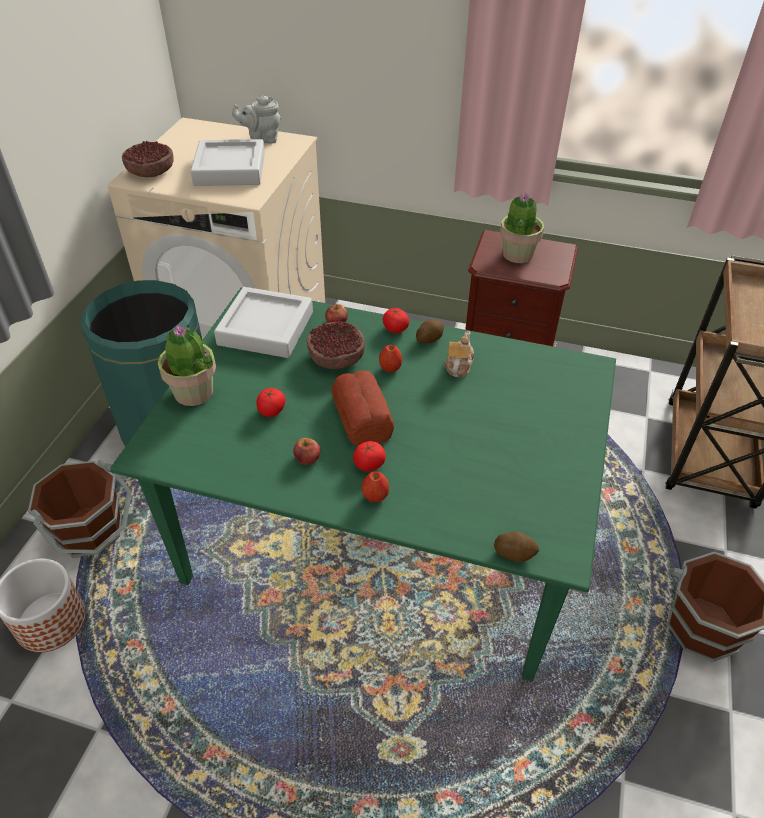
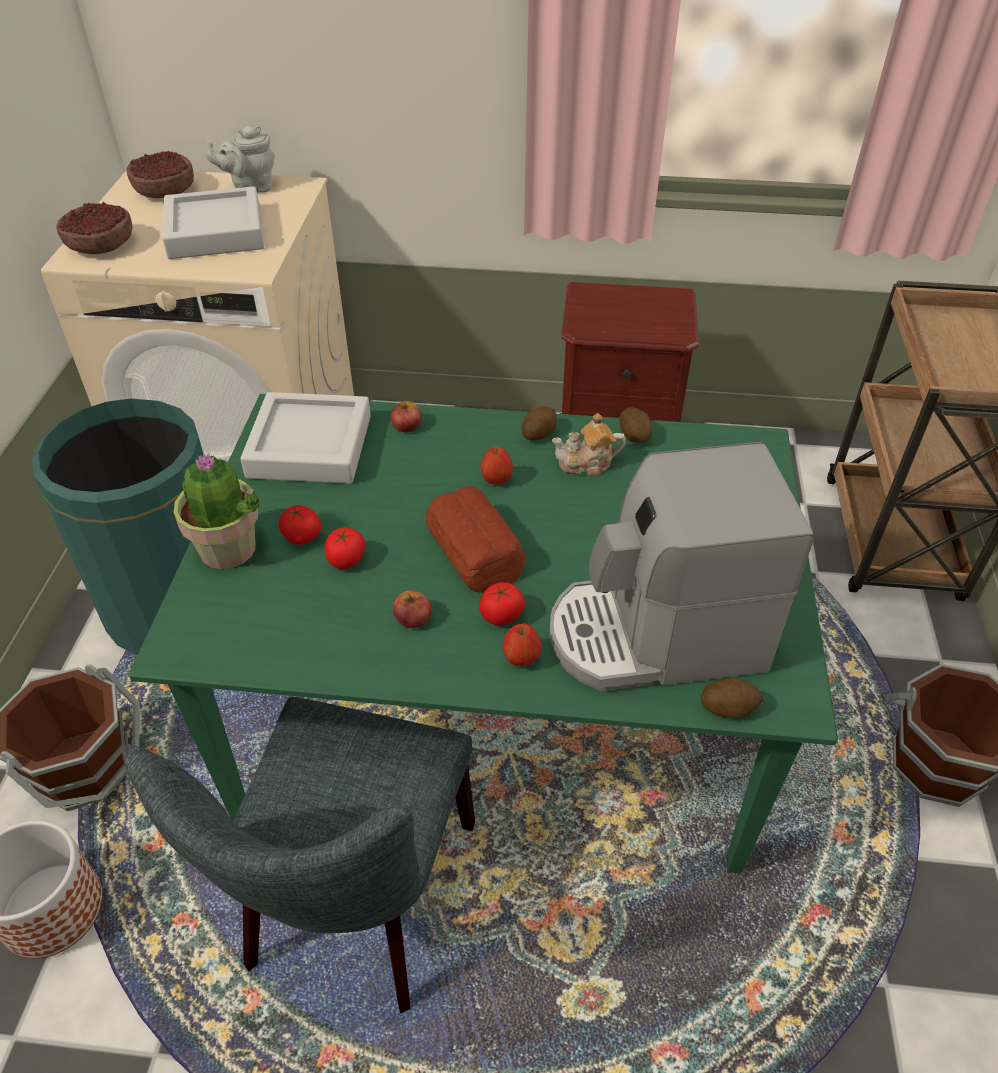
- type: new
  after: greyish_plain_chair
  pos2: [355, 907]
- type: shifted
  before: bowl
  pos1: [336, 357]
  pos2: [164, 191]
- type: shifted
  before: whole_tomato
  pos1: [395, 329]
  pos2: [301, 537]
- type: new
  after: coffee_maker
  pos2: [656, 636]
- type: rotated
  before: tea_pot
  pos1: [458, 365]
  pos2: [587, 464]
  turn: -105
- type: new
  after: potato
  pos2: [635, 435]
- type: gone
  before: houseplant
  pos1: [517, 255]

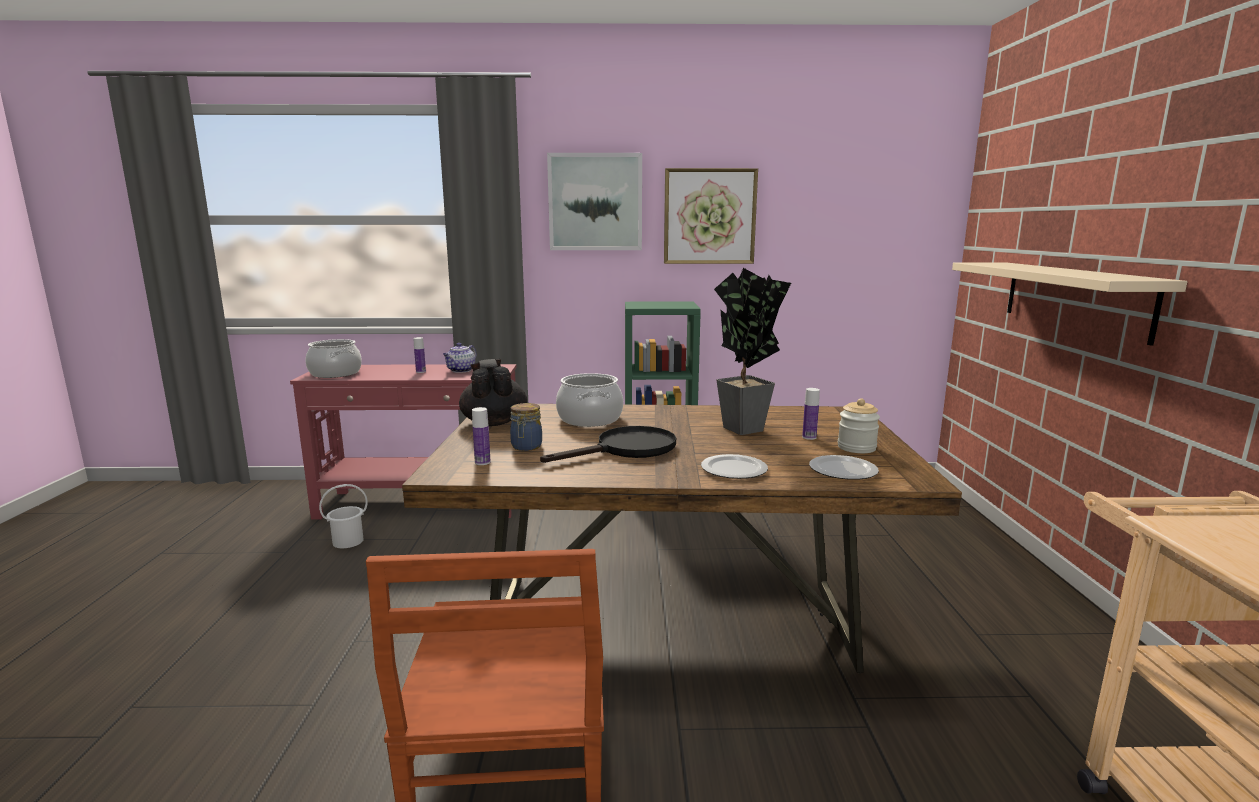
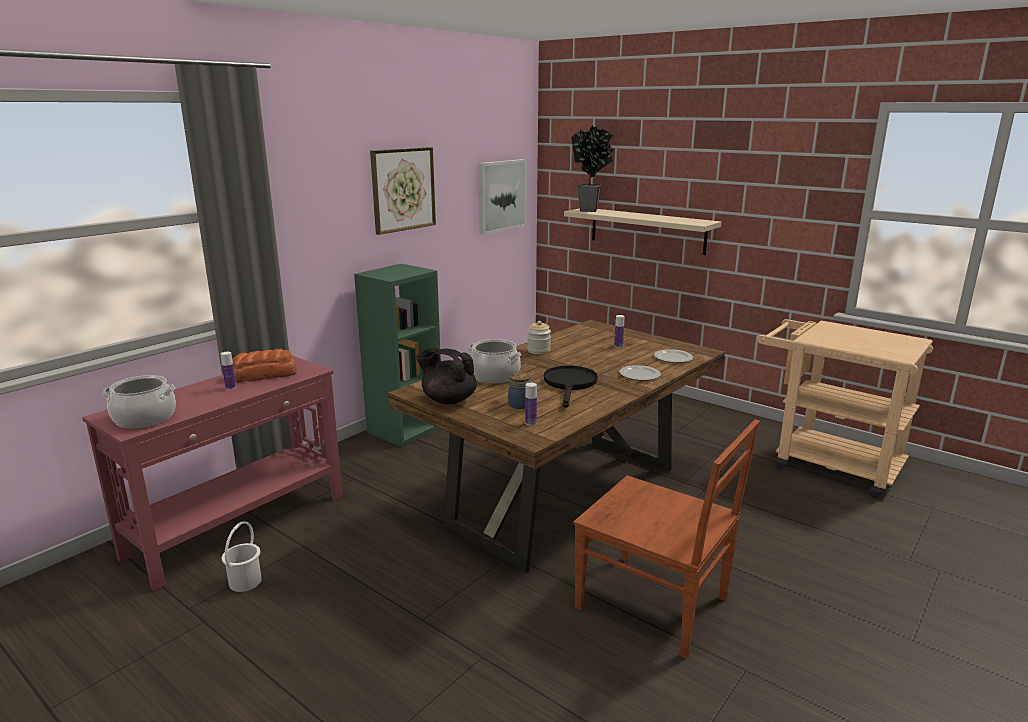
- type: swapped
  before: tea_pot
  after: bakery_bread
  pos1: [461, 370]
  pos2: [265, 375]
- type: shifted
  before: wall_art
  pos1: [595, 202]
  pos2: [501, 196]
- type: shifted
  before: storage_jar
  pos1: [856, 448]
  pos2: [538, 351]
- type: shifted
  before: houseplant
  pos1: [744, 431]
  pos2: [591, 211]

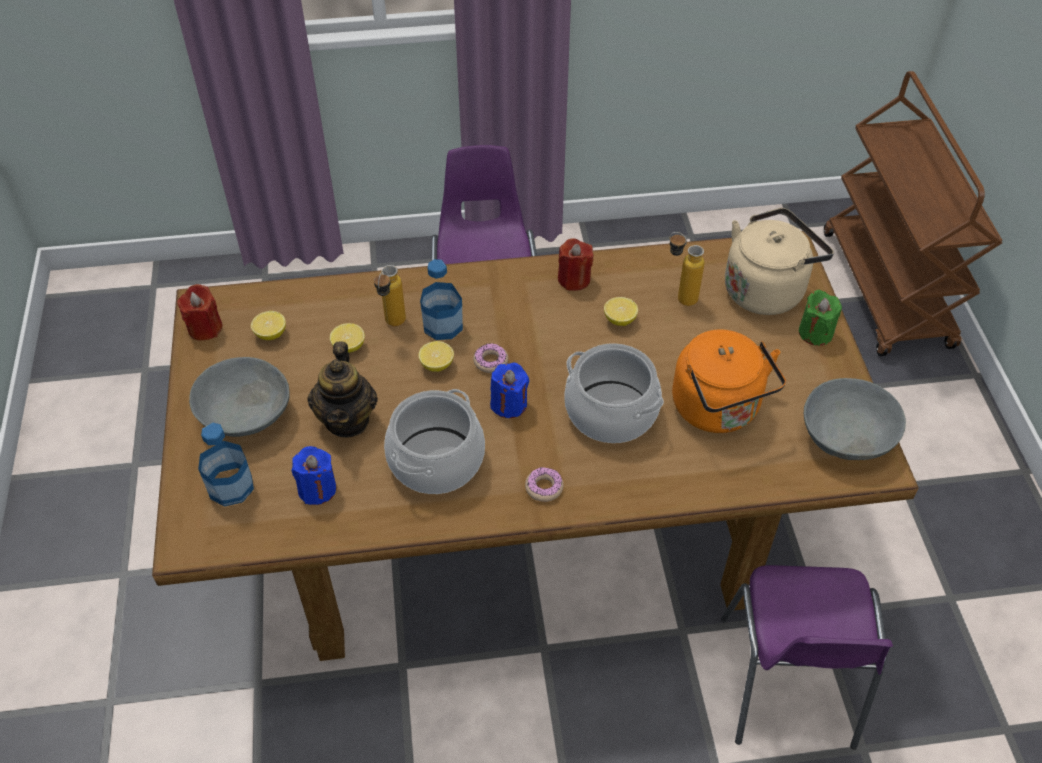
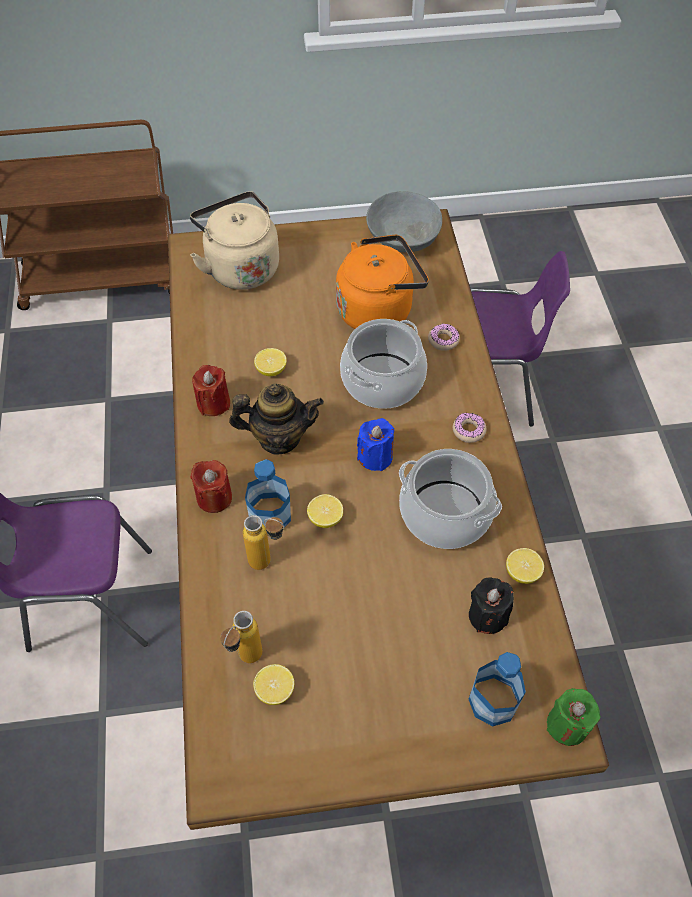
- type: shifted
  before: red-coloured_wax_light
  pos1: [205, 328]
  pos2: [214, 498]
- type: shifted
  before: beverage_bottle
  pos1: [679, 297]
  pos2: [245, 661]
- type: shifted
  before: tea_pot
  pos1: [347, 419]
  pos2: [279, 438]
- type: shifted
  before: ring_doughnut
  pos1: [490, 361]
  pos2: [443, 340]
- type: repainted
  before: bluish_wax_light
  after: black_wax_light
  pos1: [317, 489]
  pos2: [487, 616]
- type: shifted
  before: lemon
  pos1: [349, 347]
  pos2: [522, 573]
- type: shifted
  before: green_wax_light
  pos1: [815, 333]
  pos2: [567, 725]
- type: gone
  before: greyish_bowl
  pos1: [244, 415]

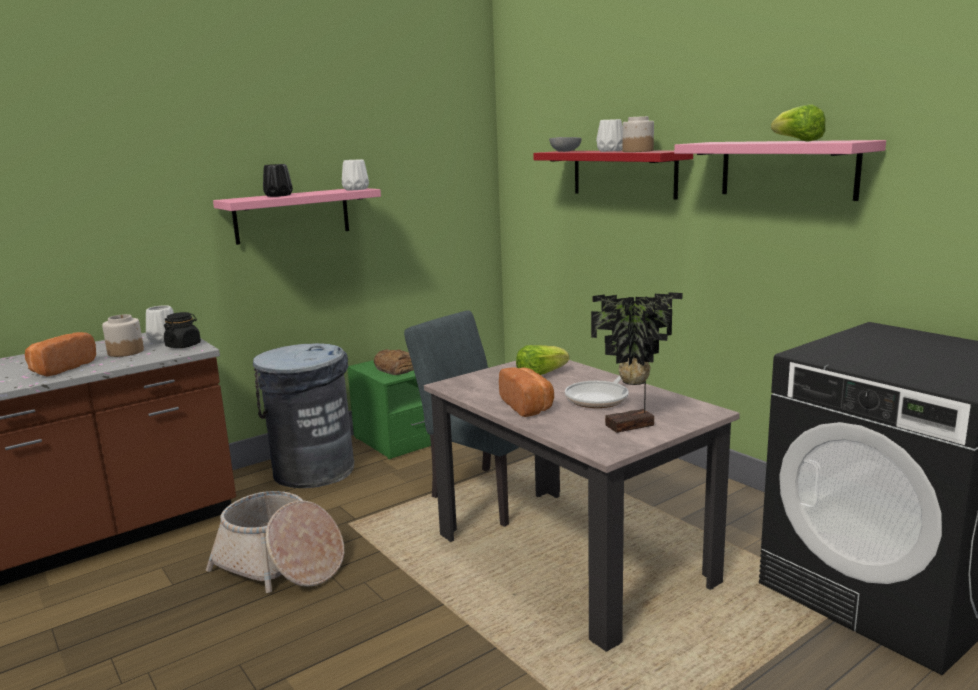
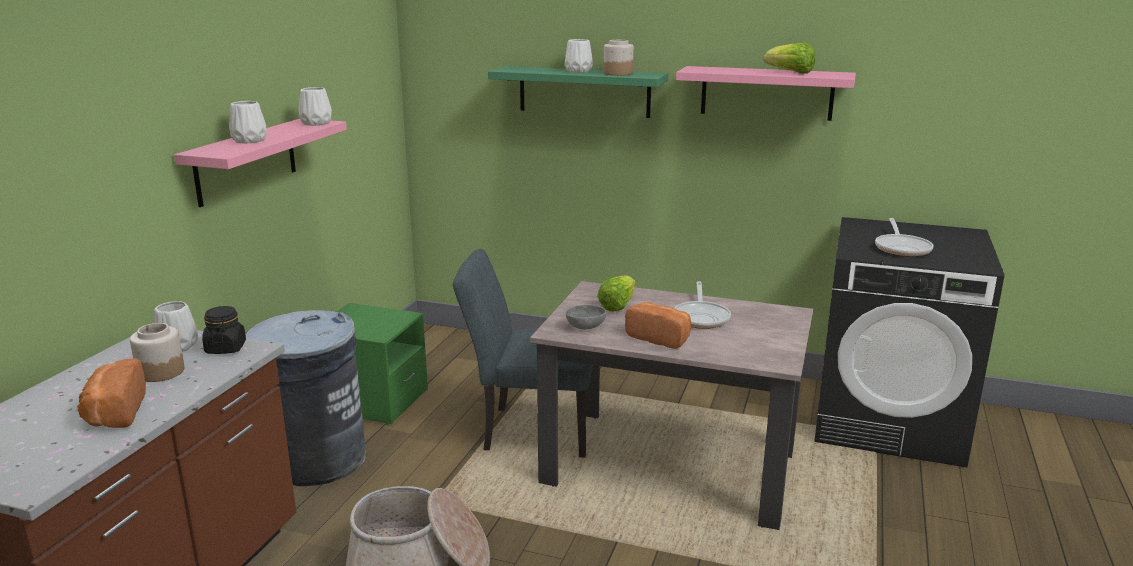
- type: repainted
  before: black_vase
  after: whitish_vase
  pos1: [277, 195]
  pos2: [248, 141]
- type: repainted
  before: red-coloured_wall_shelf
  after: green_wall_shelf
  pos1: [623, 173]
  pos2: [584, 91]
- type: shifted
  before: greyish_bowl
  pos1: [565, 151]
  pos2: [584, 326]
- type: new
  after: frying_pan
  pos2: [902, 248]
- type: gone
  before: bakery_bread
  pos1: [395, 368]
- type: gone
  before: houseplant
  pos1: [632, 426]

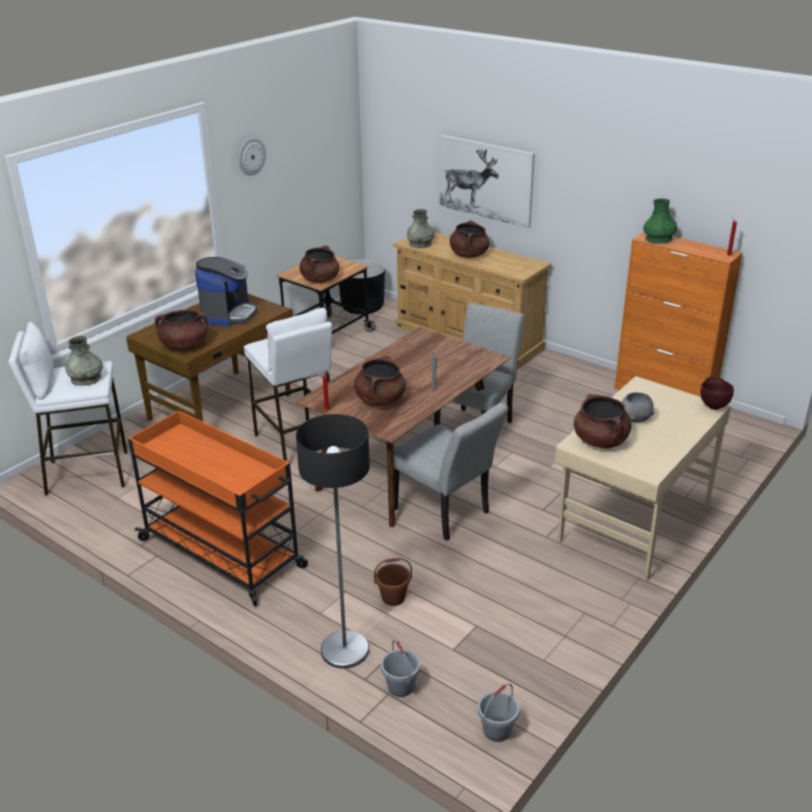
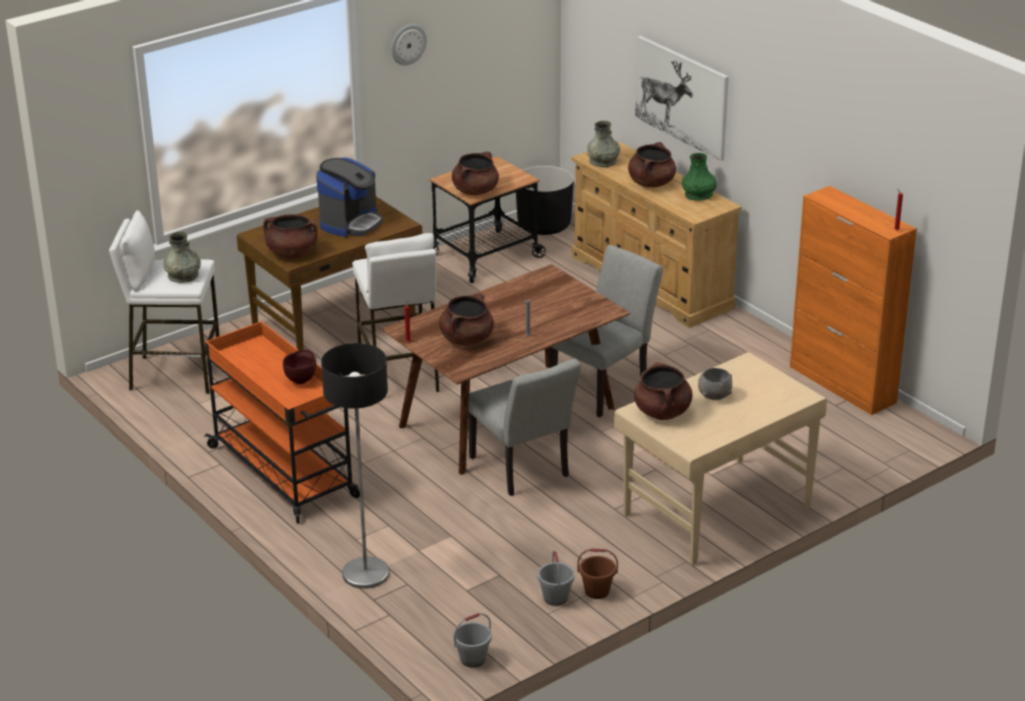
- type: shifted
  before: brownish_bowl
  pos1: [713, 406]
  pos2: [301, 380]
- type: shifted
  before: greyish_bucket
  pos1: [401, 687]
  pos2: [556, 598]
- type: shifted
  before: brownish_bucket
  pos1: [393, 598]
  pos2: [596, 591]
- type: shifted
  before: green_vase
  pos1: [658, 239]
  pos2: [698, 195]

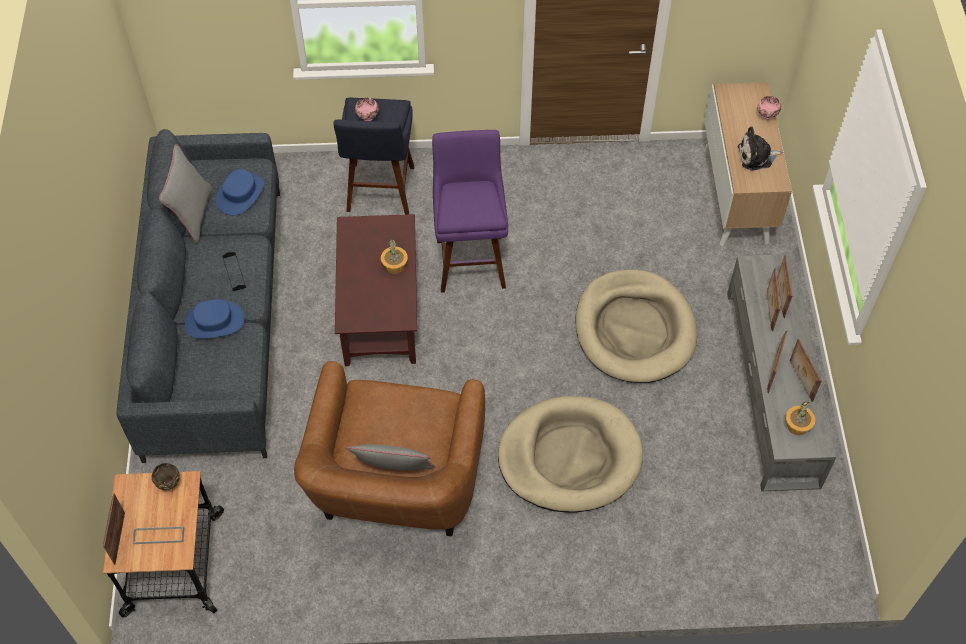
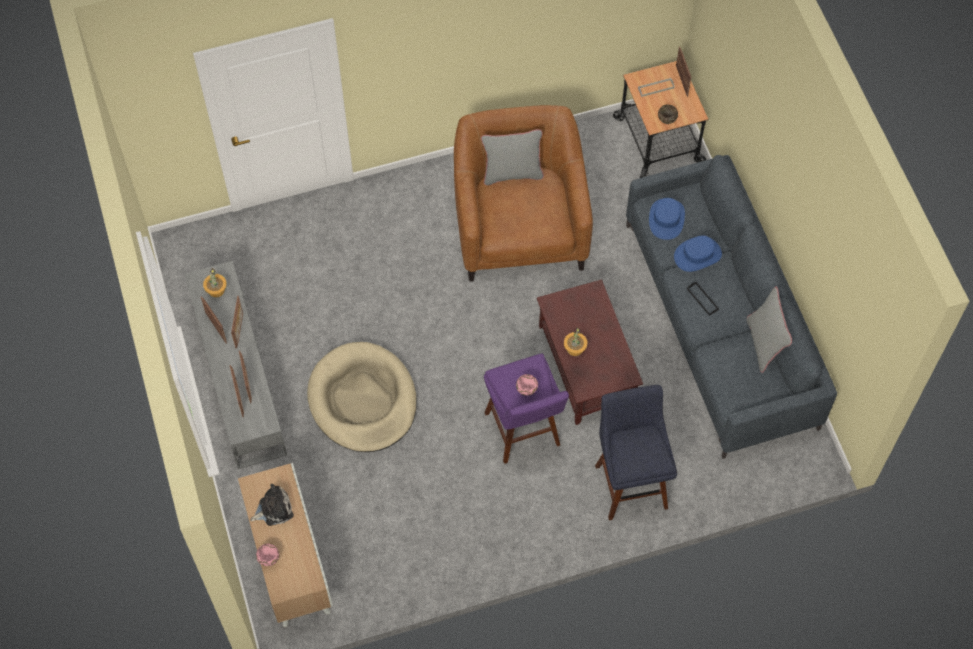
- type: shifted
  before: pink-coloured_bowl
  pos1: [367, 118]
  pos2: [527, 390]
- type: shifted
  before: bluish_clothing_hat
  pos1: [240, 194]
  pos2: [666, 219]
- type: gone
  before: beige_pet_bed
  pos1: [569, 457]

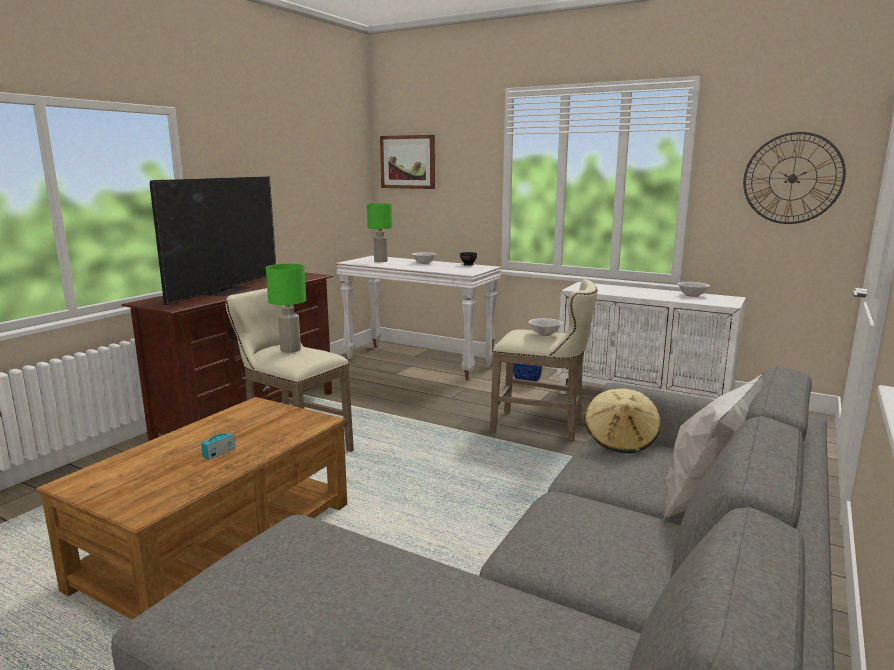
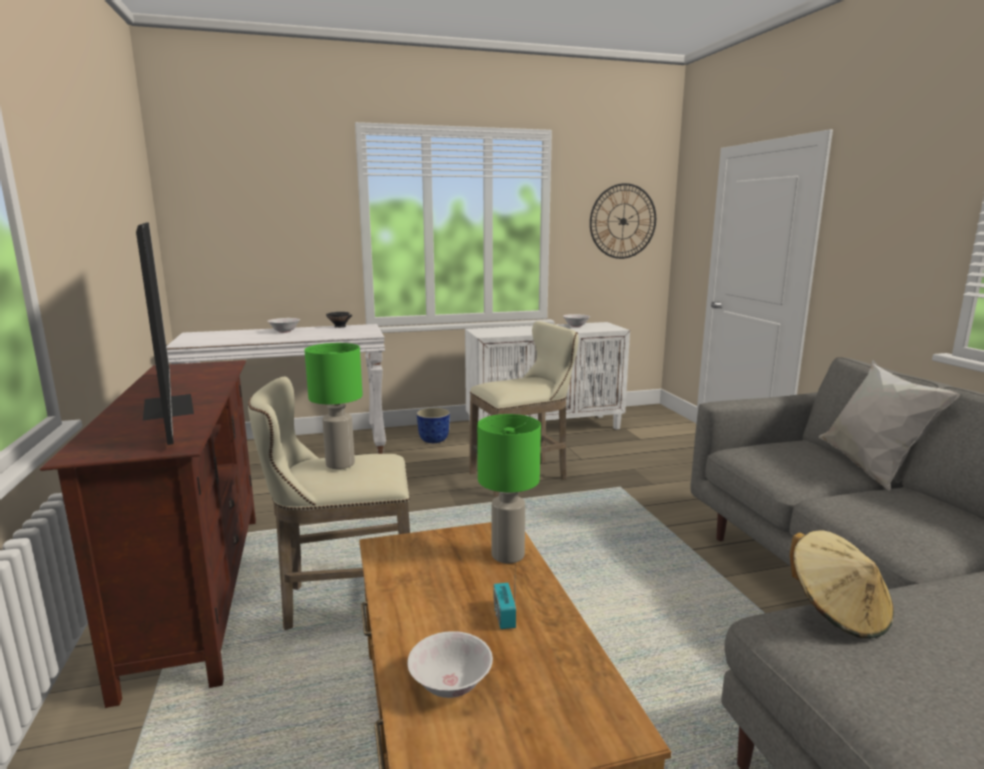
- type: shifted
  before: whitish_bowl
  pos1: [545, 334]
  pos2: [451, 684]
- type: shifted
  before: green_tabletop_lamp
  pos1: [380, 261]
  pos2: [508, 556]
- type: shifted
  before: beige_clothing_hat
  pos1: [621, 440]
  pos2: [837, 612]
- type: gone
  before: wall_art
  pos1: [408, 162]

